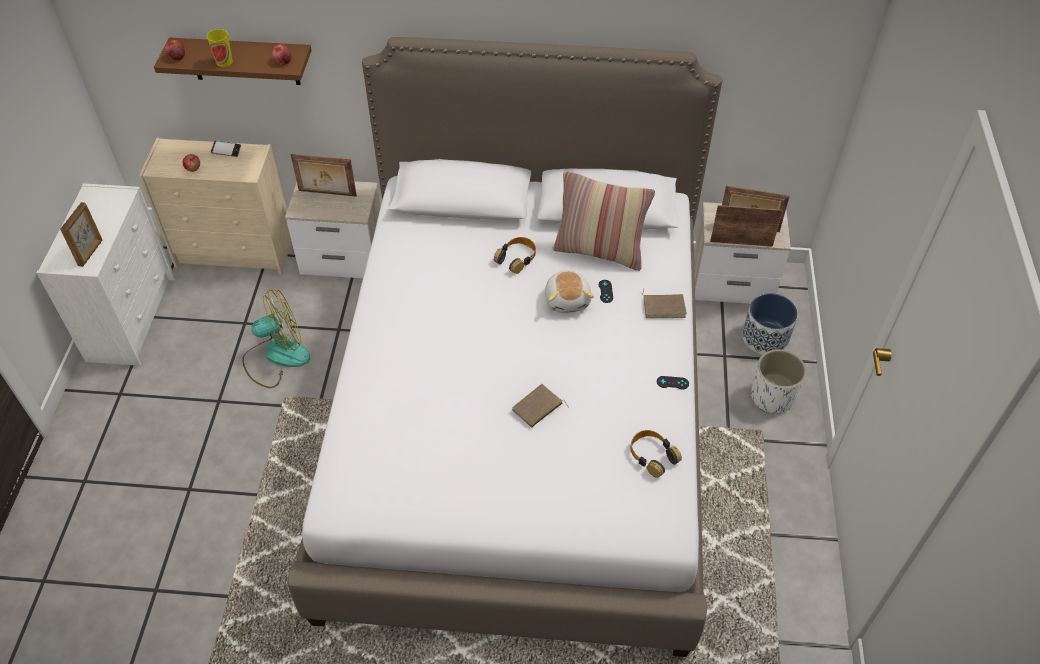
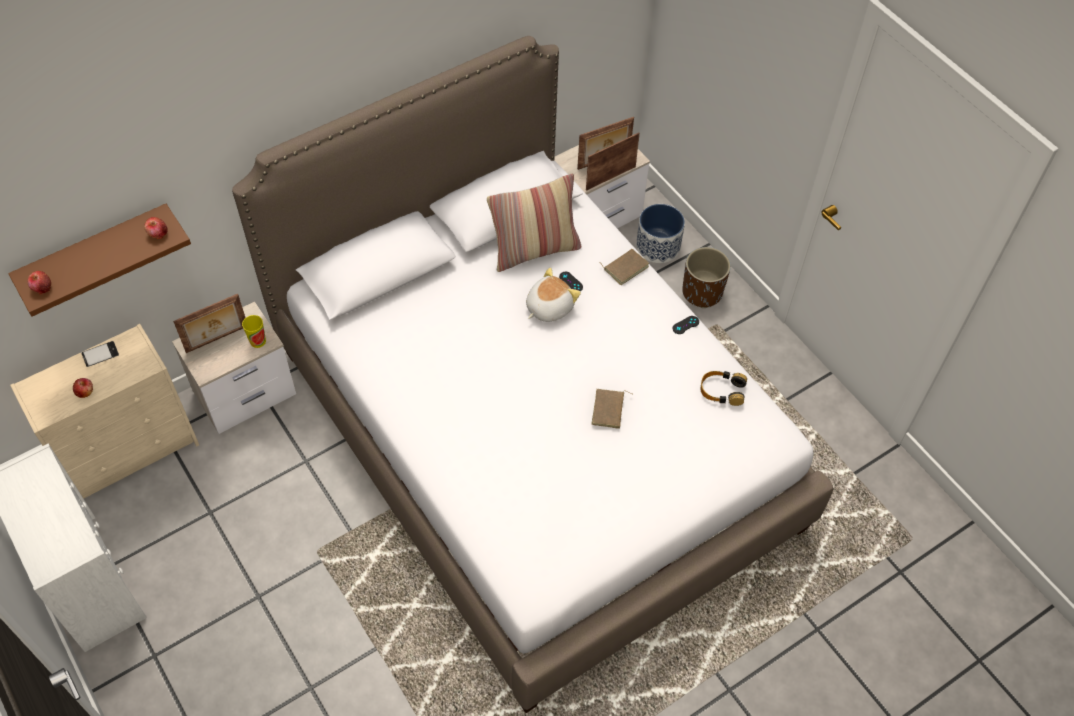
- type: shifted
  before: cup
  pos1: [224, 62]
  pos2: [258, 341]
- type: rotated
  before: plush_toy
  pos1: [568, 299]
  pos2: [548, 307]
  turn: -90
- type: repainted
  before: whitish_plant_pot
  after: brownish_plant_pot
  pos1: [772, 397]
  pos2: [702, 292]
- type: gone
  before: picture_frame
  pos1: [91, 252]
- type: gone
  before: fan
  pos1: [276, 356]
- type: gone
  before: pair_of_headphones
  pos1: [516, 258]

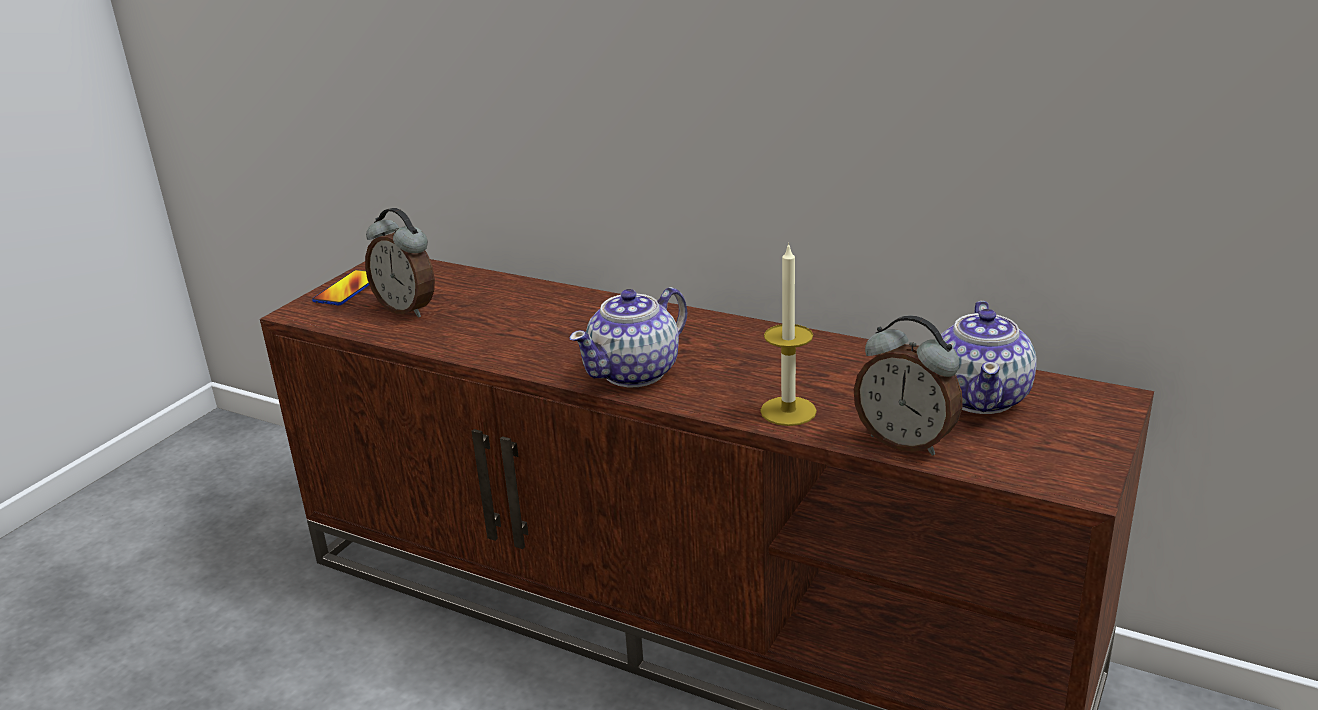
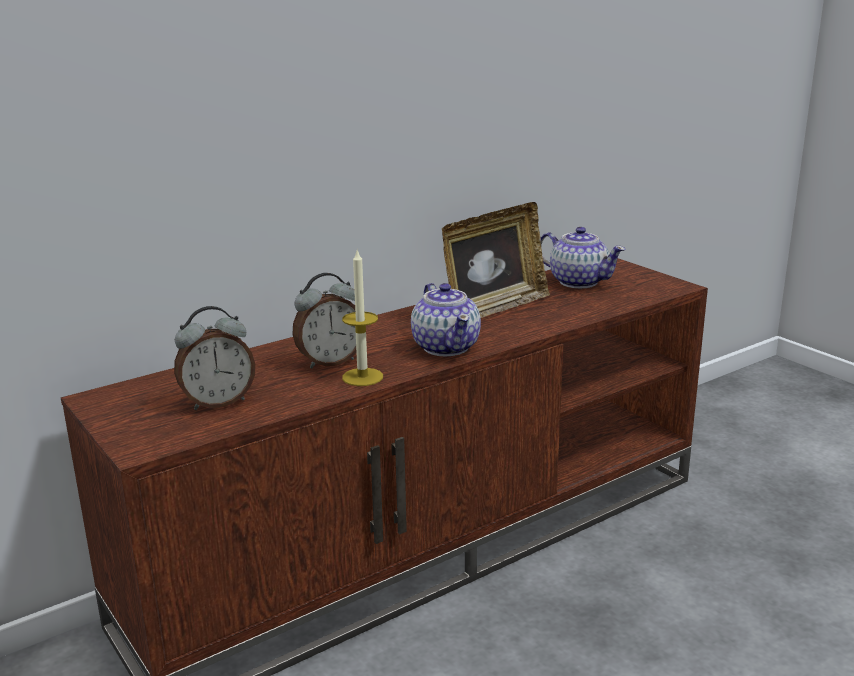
- type: shifted
  before: alarm_clock
  pos1: [906, 442]
  pos2: [330, 362]
- type: shifted
  before: wax_light
  pos1: [788, 411]
  pos2: [362, 377]
- type: new
  after: picture_frame
  pos2: [494, 308]
- type: gone
  before: phone
  pos1: [348, 289]

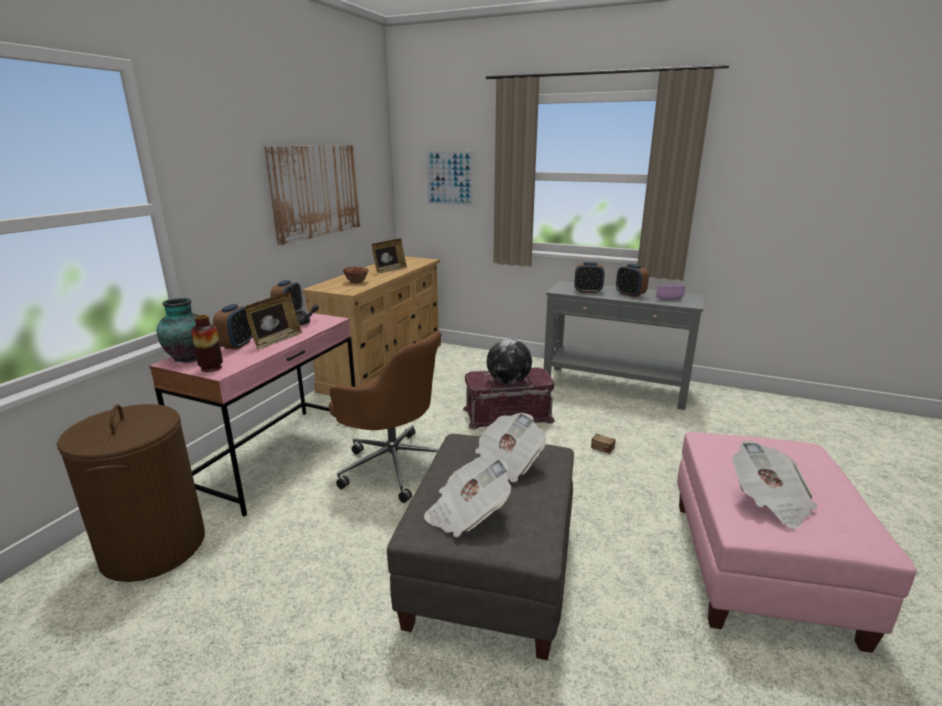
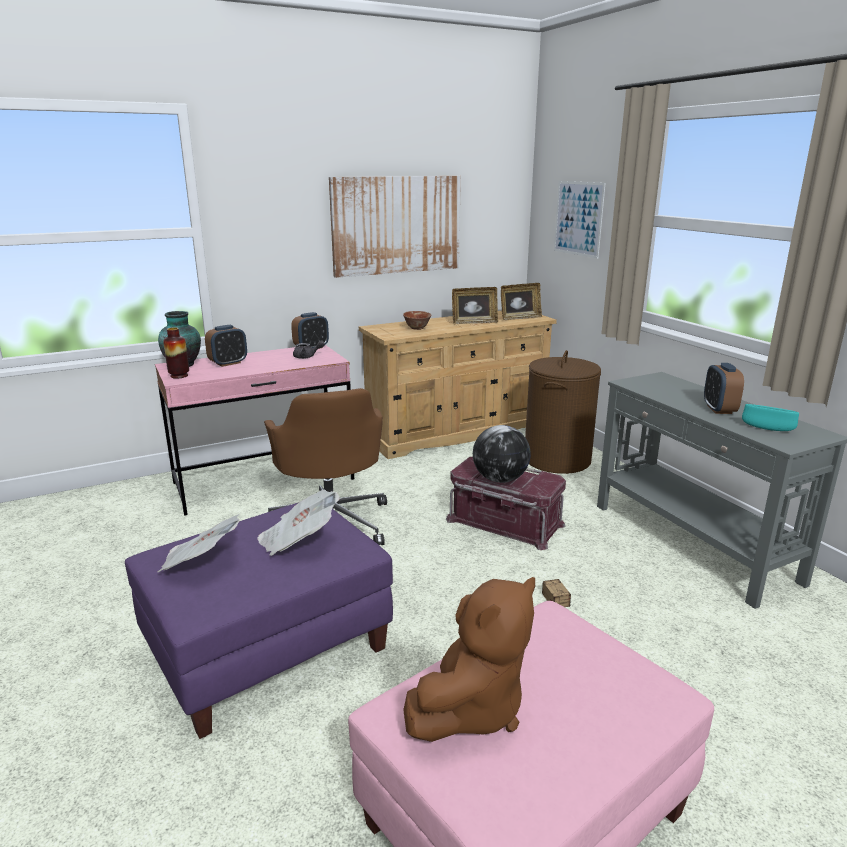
- type: repainted
  before: greyish_footrest
  after: purple-coloured_footrest
  pos1: [491, 573]
  pos2: [268, 650]
- type: swapped
  before: printed_paper
  after: brownish_plush_toy
  pos1: [769, 501]
  pos2: [471, 708]
- type: shifted
  before: picture_frame
  pos1: [276, 341]
  pos2: [520, 318]
- type: shifted
  before: brownish_laundry_basket
  pos1: [153, 547]
  pos2: [557, 459]
- type: repainted
  before: purple-coloured_bowl
  after: turquoise-coloured_bowl
  pos1: [669, 299]
  pos2: [767, 429]
- type: gone
  before: alarm_clock
  pos1: [588, 291]

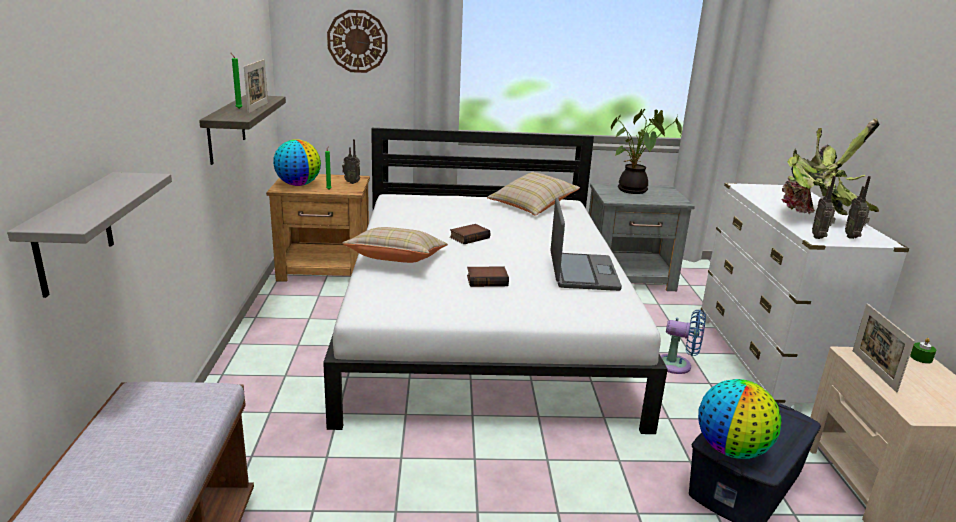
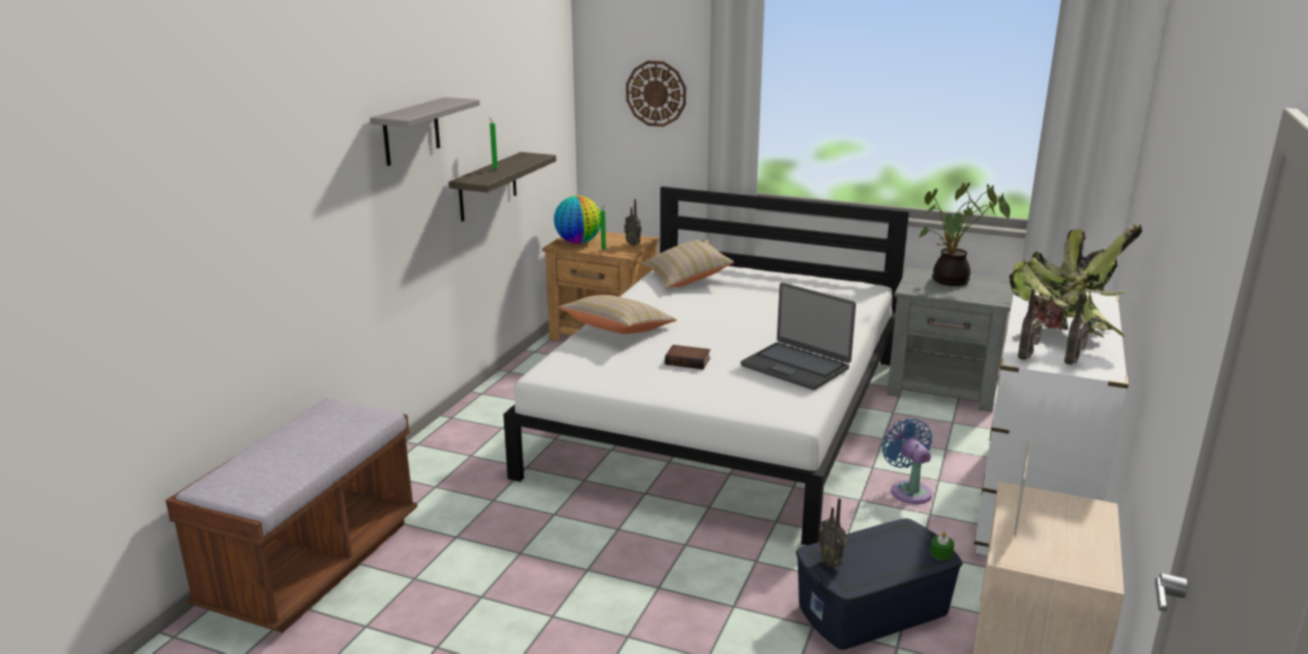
- type: shifted
  before: greyish_wall_shelf
  pos1: [73, 233]
  pos2: [411, 131]
- type: shifted
  before: beige_cushion
  pos1: [532, 206]
  pos2: [687, 278]
- type: rotated
  before: laptop
  pos1: [582, 273]
  pos2: [796, 367]
  turn: 105
- type: swapped
  before: world_globe
  after: radio_receiver
  pos1: [732, 450]
  pos2: [831, 562]
- type: rotated
  before: bluish_fan
  pos1: [677, 366]
  pos2: [909, 490]
  turn: -150
- type: shifted
  before: green_wax_light
  pos1: [921, 358]
  pos2: [941, 553]
- type: gone
  before: picture_frame
  pos1: [258, 108]
- type: gone
  before: book
  pos1: [469, 237]

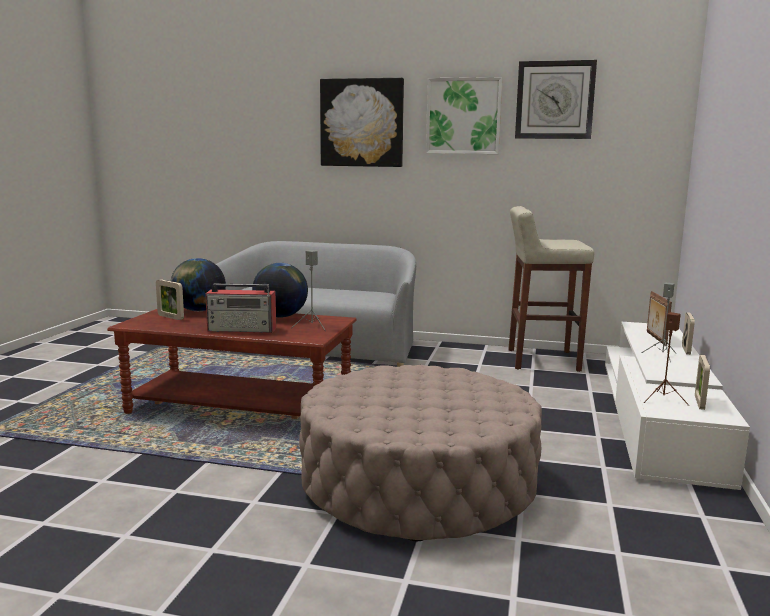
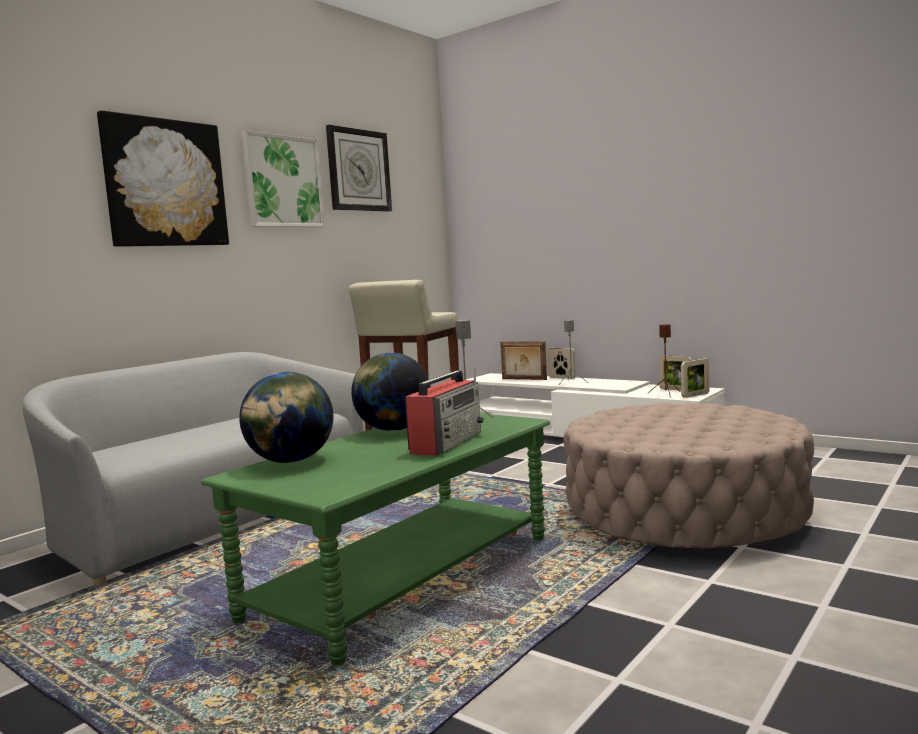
- type: repainted
  before: brownish_low_table
  after: green_low_table
  pos1: [240, 407]
  pos2: [405, 576]
- type: shifted
  before: picture_frame
  pos1: [170, 317]
  pos2: [695, 395]

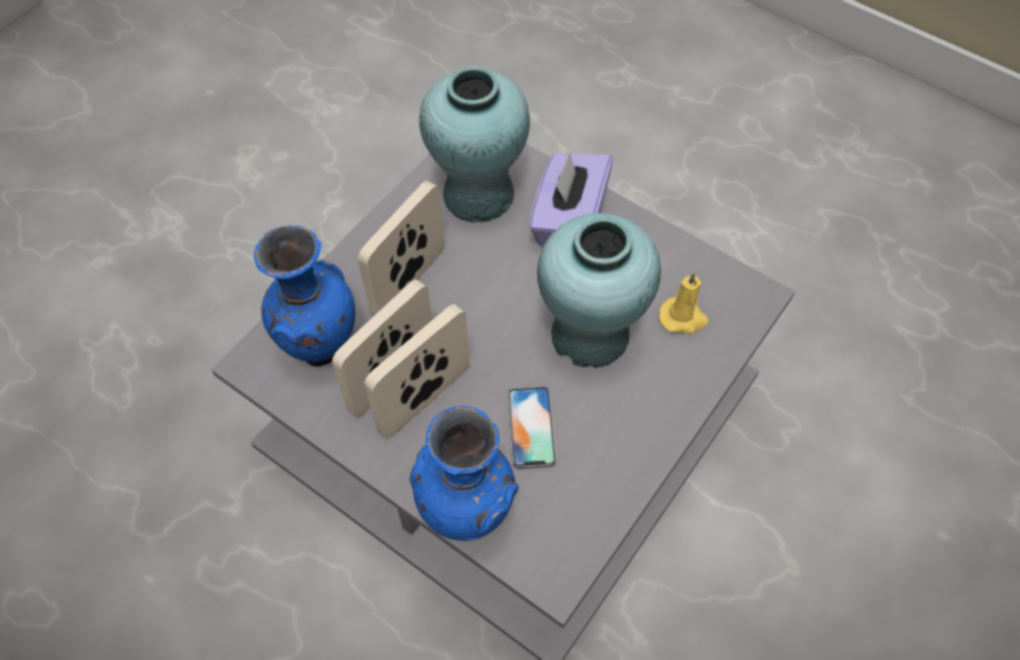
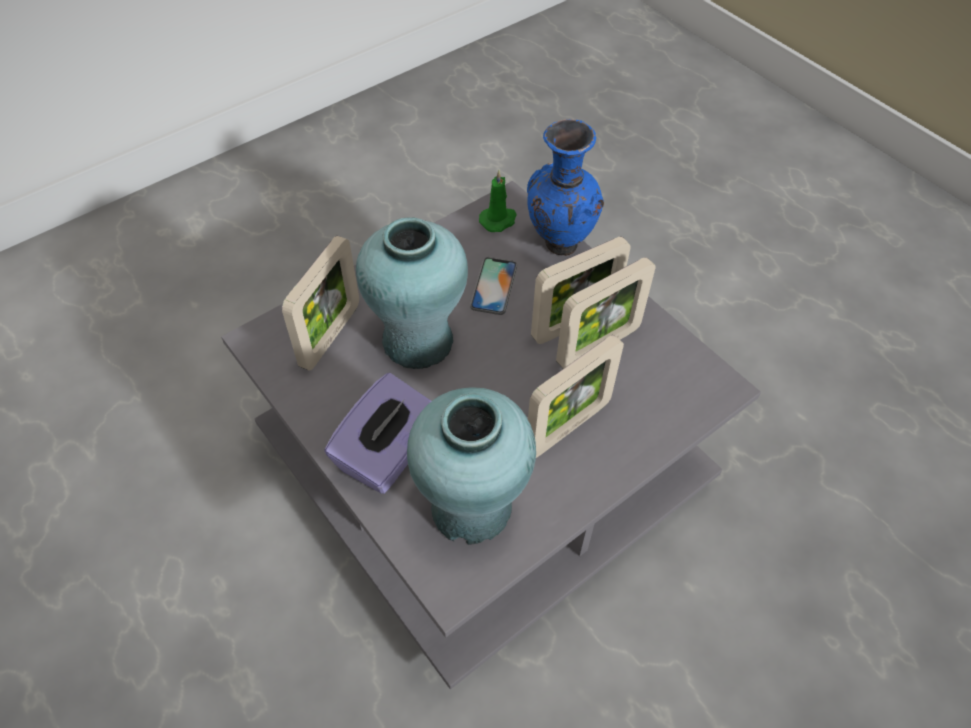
- type: swapped
  before: yellow_wax_light
  after: picture_frame
  pos1: [683, 318]
  pos2: [330, 336]
- type: new
  after: green_wax_light
  pos2: [498, 220]
- type: gone
  before: bluish_vase
  pos1: [319, 347]

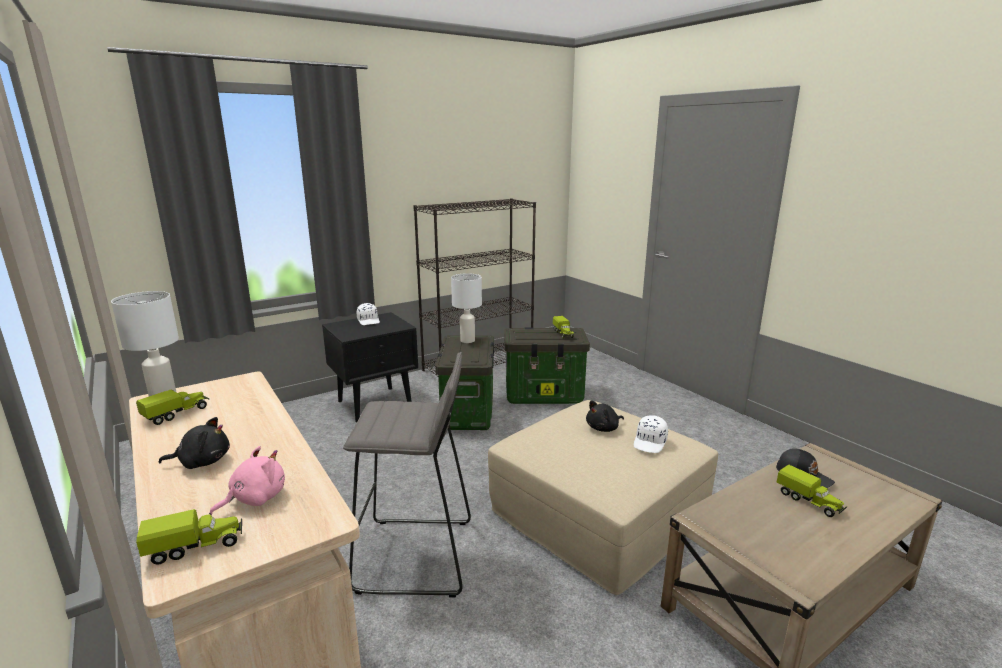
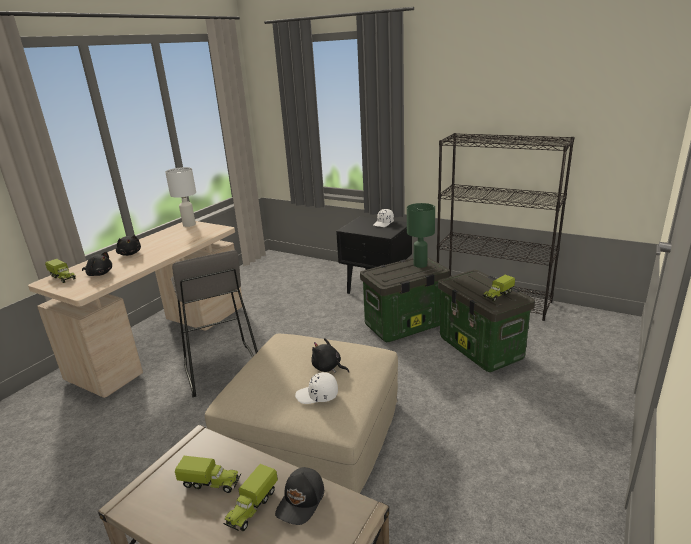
- type: repainted
  before: pink-coloured_plush_toy
  after: black_plush_toy
  pos1: [255, 498]
  pos2: [99, 274]
- type: shifted
  before: toy_lorry
  pos1: [177, 414]
  pos2: [211, 483]
- type: repainted
  before: whitish_tabletop_lamp
  after: green_tabletop_lamp
  pos1: [467, 340]
  pos2: [420, 265]

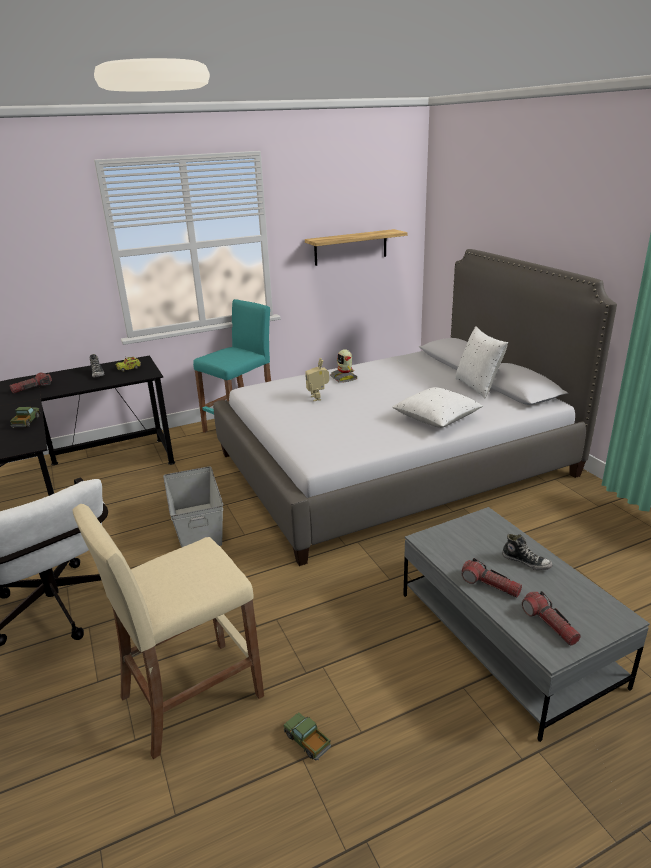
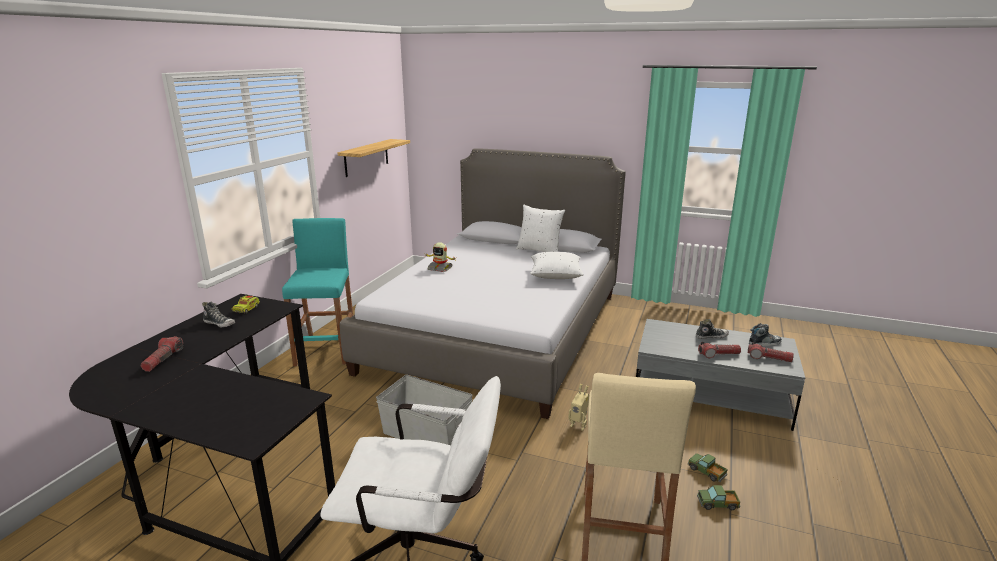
- type: shifted
  before: model_robot
  pos1: [318, 398]
  pos2: [579, 425]
- type: shifted
  before: toy_lorry
  pos1: [26, 422]
  pos2: [706, 472]
- type: new
  after: shoe
  pos2: [764, 343]

